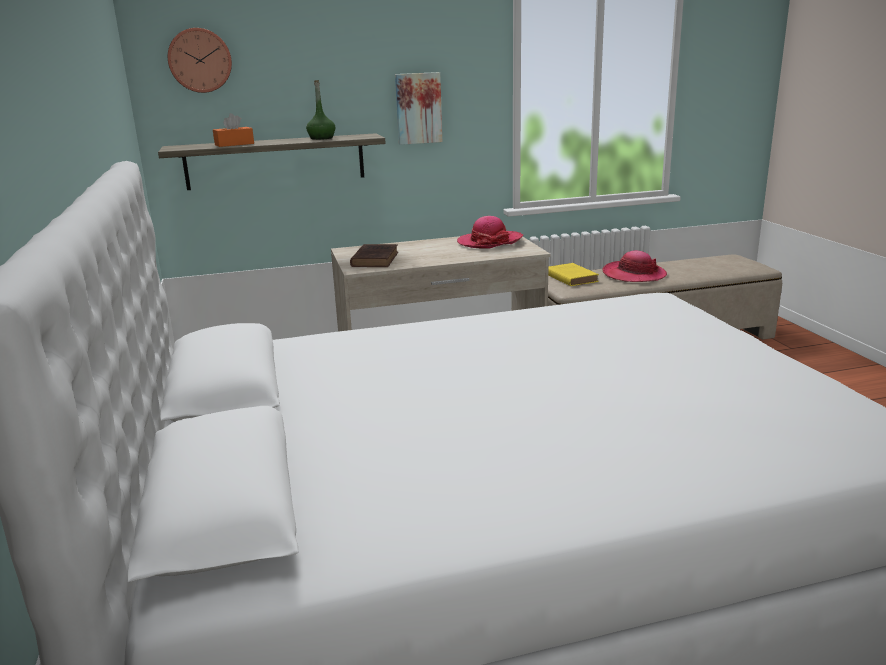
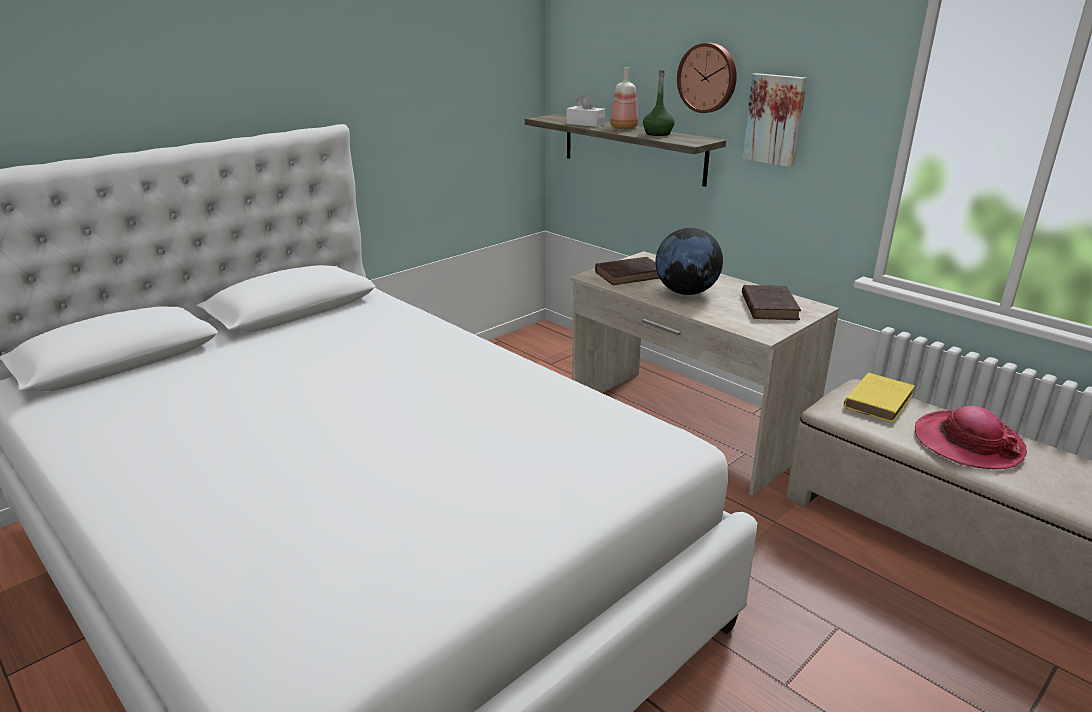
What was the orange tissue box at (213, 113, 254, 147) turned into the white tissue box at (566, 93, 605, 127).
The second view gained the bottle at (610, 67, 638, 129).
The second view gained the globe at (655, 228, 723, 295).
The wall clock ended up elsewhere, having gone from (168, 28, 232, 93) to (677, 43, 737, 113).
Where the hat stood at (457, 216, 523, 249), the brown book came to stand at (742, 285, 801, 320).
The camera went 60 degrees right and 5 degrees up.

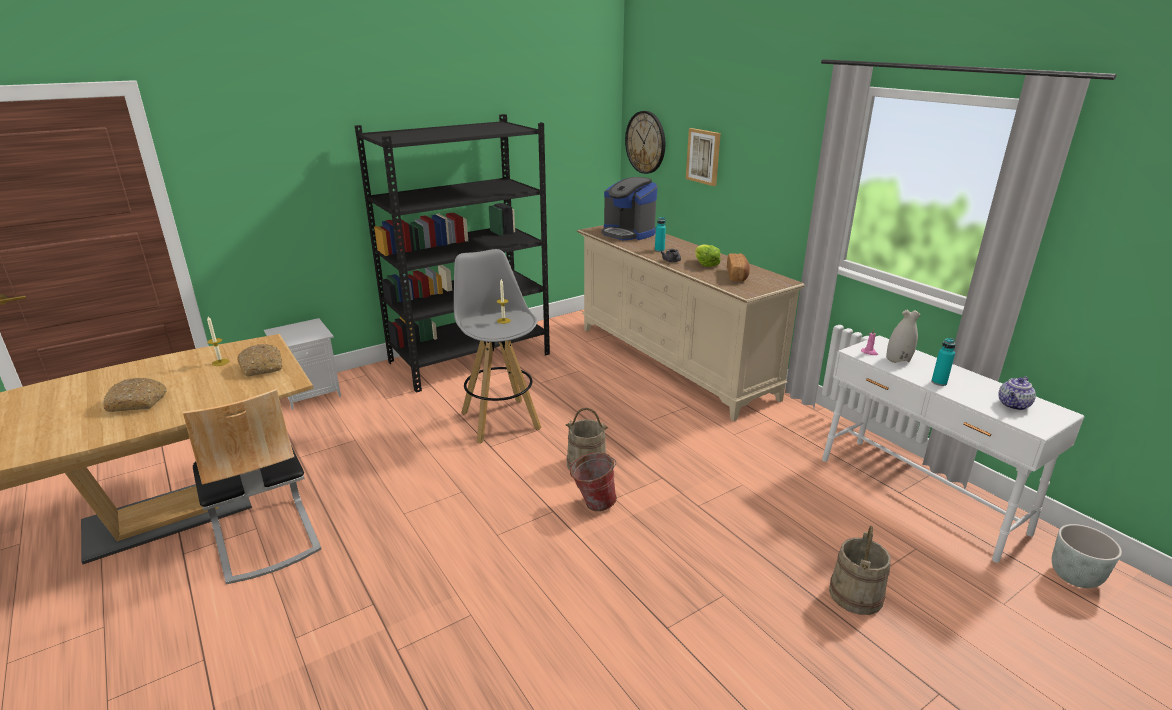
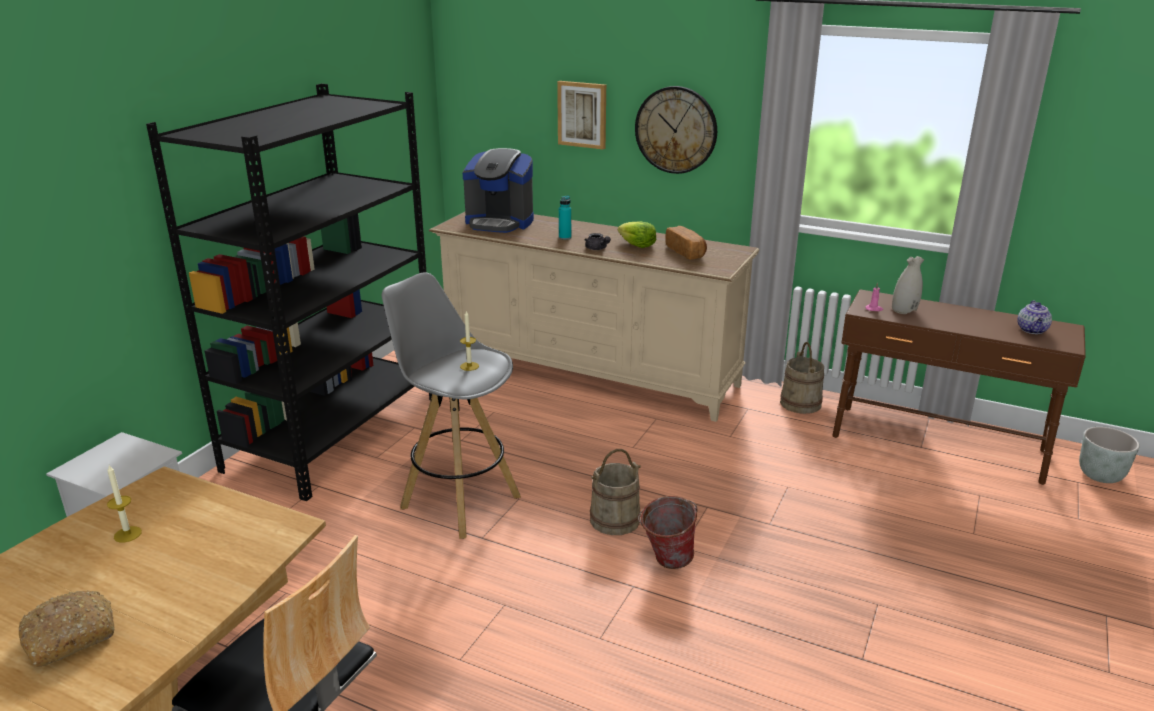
The wall clock ended up elsewhere, having gone from (625, 111, 665, 174) to (635, 86, 717, 174).
The beige bucket ended up elsewhere, having gone from (829, 526, 891, 615) to (780, 342, 824, 414).
What was the white console table at (822, 335, 1084, 563) turned into the brown console table at (832, 289, 1086, 485).
The second view lost the bread at (237, 344, 282, 377).
The second view lost the turquoise bottle at (931, 338, 955, 386).
The camera went 30 degrees left and 0 degrees up.

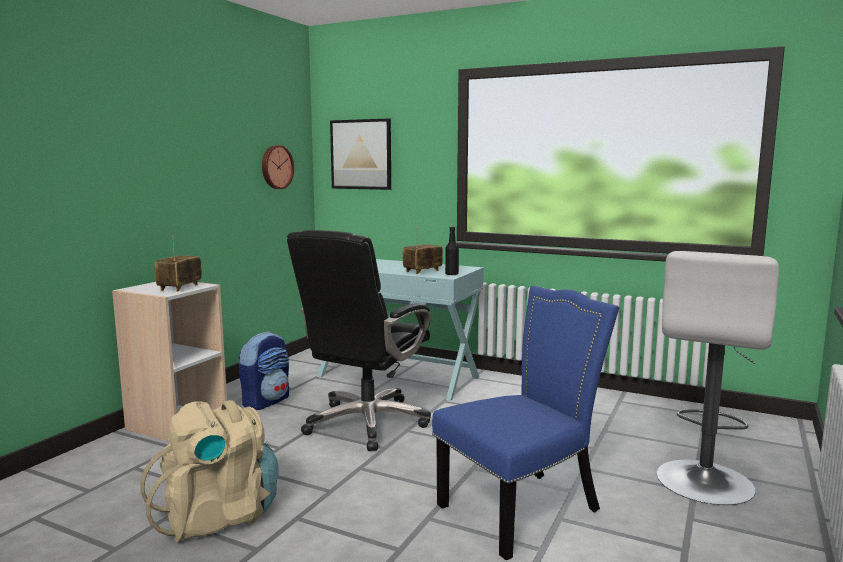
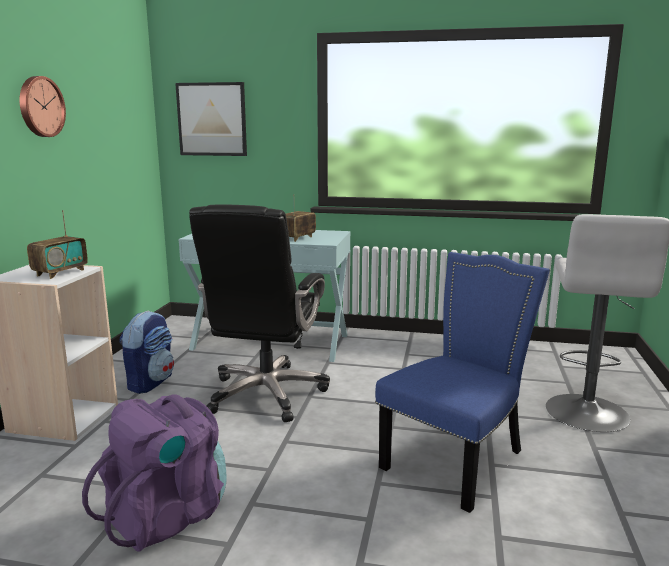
The wall clock ended up elsewhere, having gone from (262, 145, 294, 189) to (19, 76, 66, 137).
The radio at (155, 235, 202, 292) ended up facing another way, 150 degrees counterclockwise from before.
What was the beige backpack at (140, 400, 278, 542) turned into the purple backpack at (82, 394, 227, 551).
The second view lost the black bottle at (445, 227, 459, 275).
The camera went 15 degrees left and 5 degrees up.

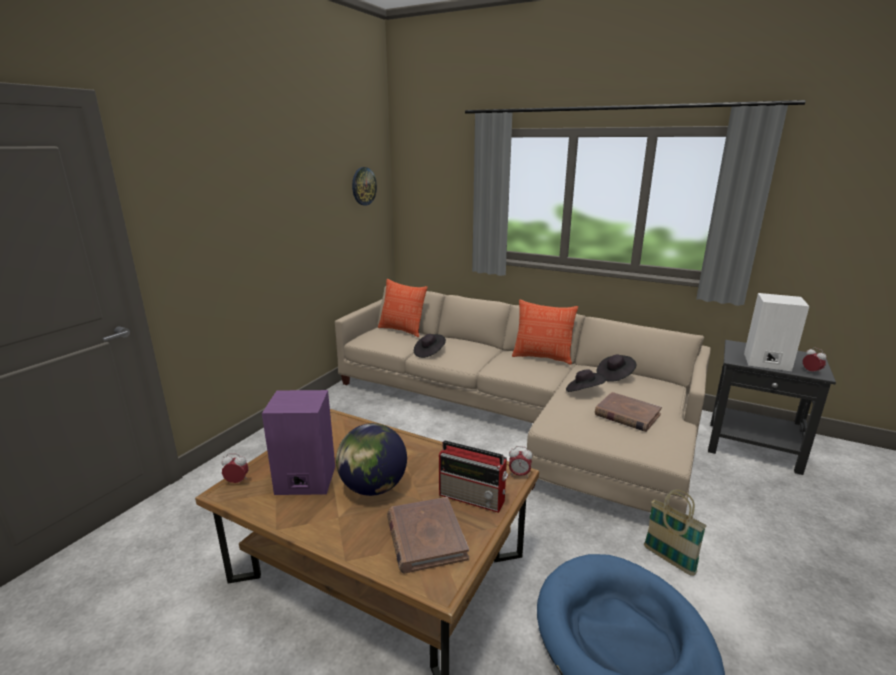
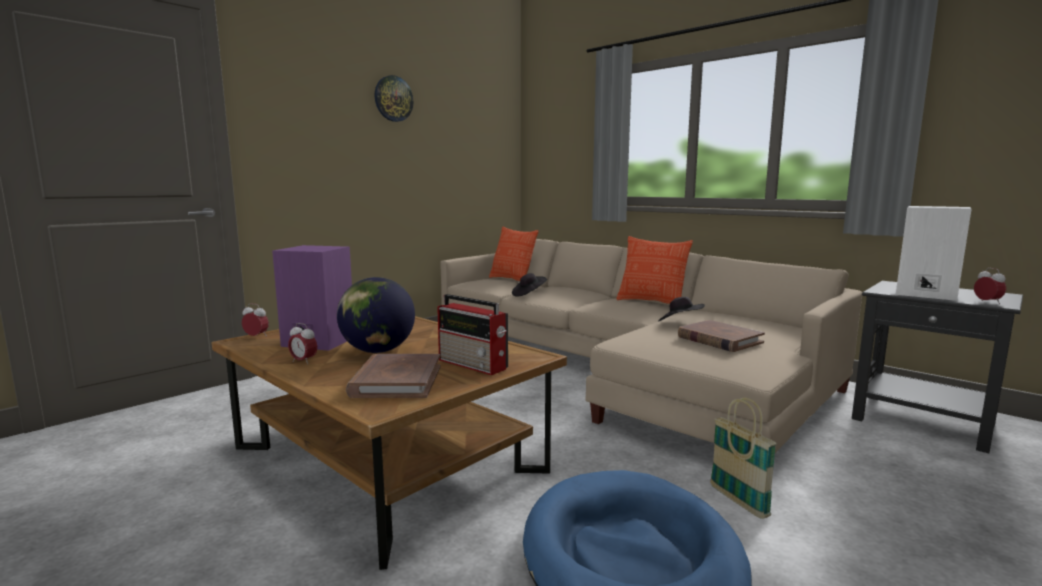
The alarm clock ended up elsewhere, having gone from (509, 446, 533, 478) to (288, 323, 317, 364).
The wall clock ended up elsewhere, having gone from (352, 167, 377, 206) to (375, 75, 413, 122).
The second view lost the black hat at (596, 355, 636, 382).
The camera went 15 degrees right and 10 degrees down.

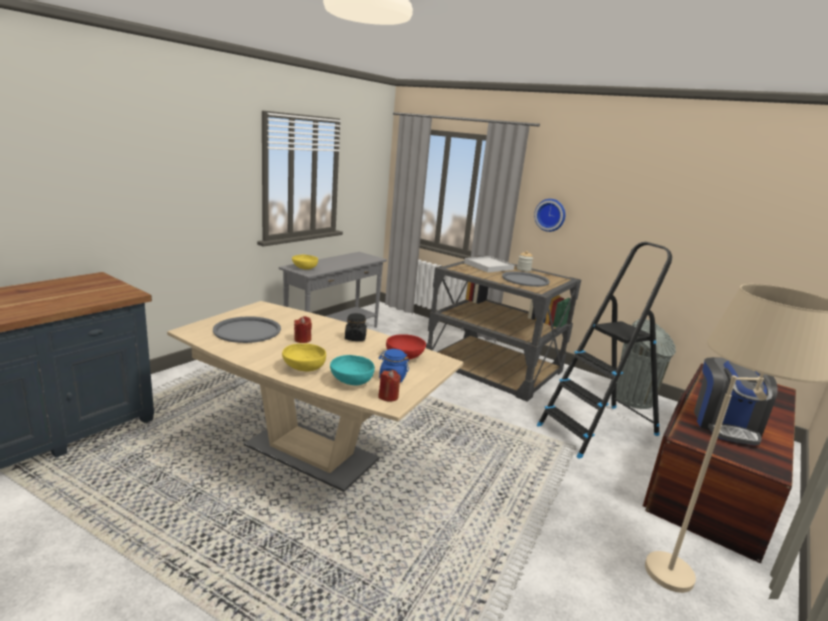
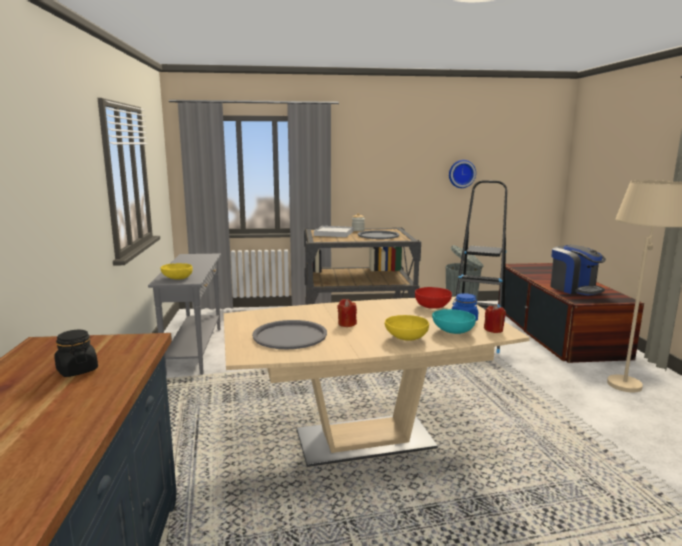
The black jar ended up elsewhere, having gone from (345, 313, 367, 341) to (54, 330, 98, 377).
The wall clock ended up elsewhere, having gone from (534, 199, 565, 232) to (449, 160, 476, 188).
The camera went 40 degrees left and 5 degrees down.

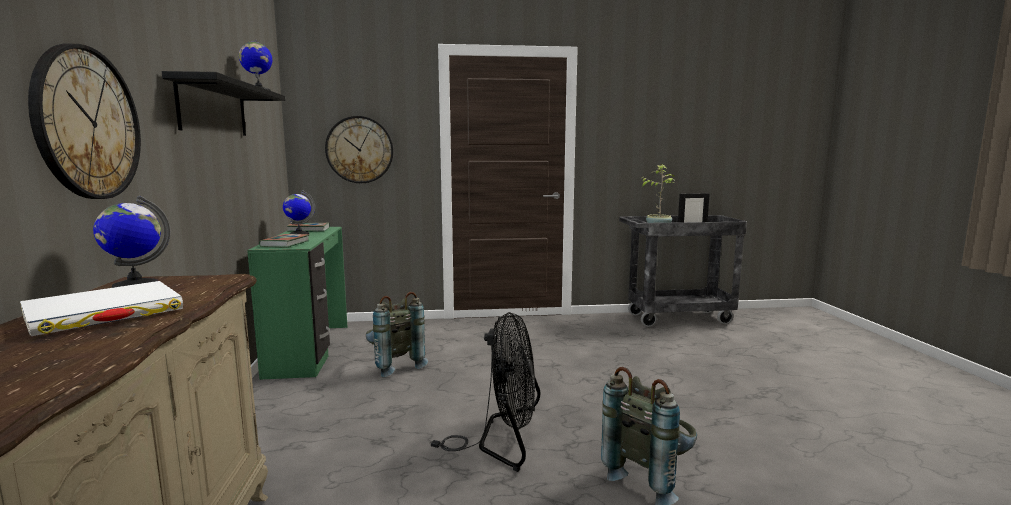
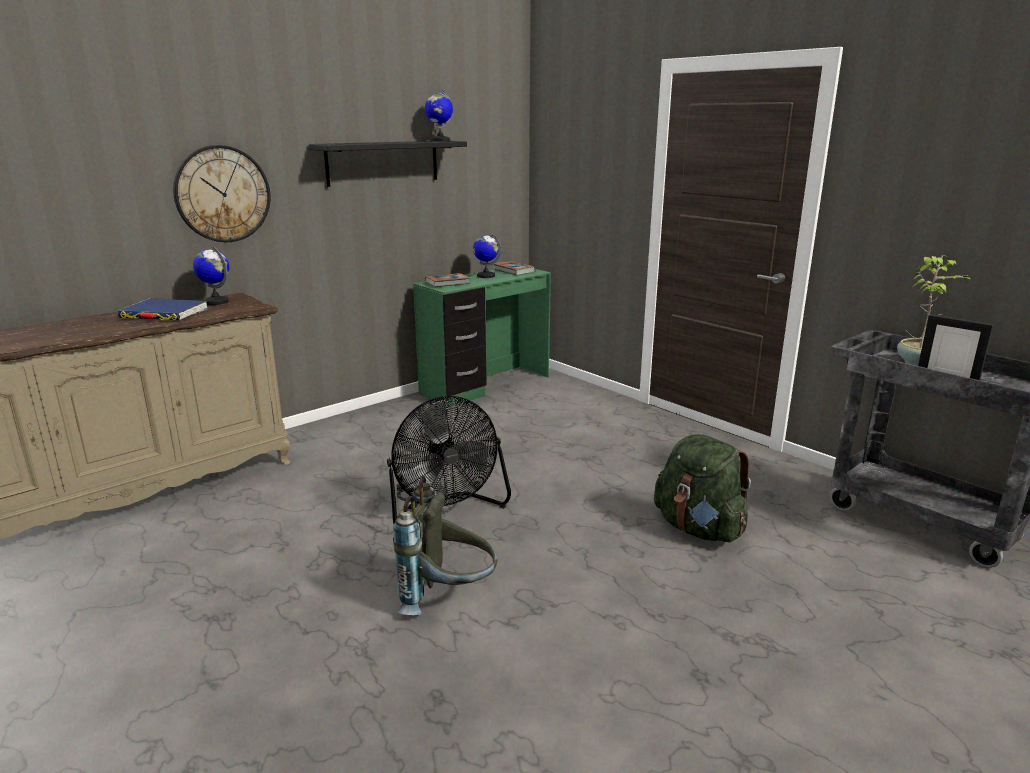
What was the white book at (20, 281, 183, 336) turned into the blue book at (118, 298, 207, 321).
The second view gained the green backpack at (654, 434, 751, 542).
The second view lost the wall clock at (325, 116, 393, 183).
The second view lost the grey backpack at (366, 292, 428, 377).
The camera went 55 degrees right and 10 degrees up.

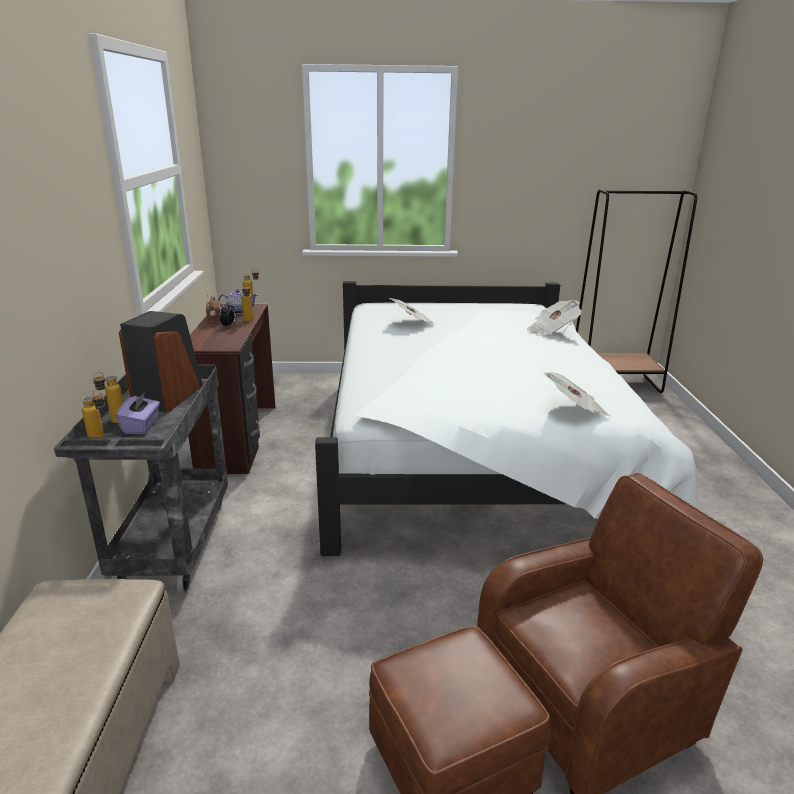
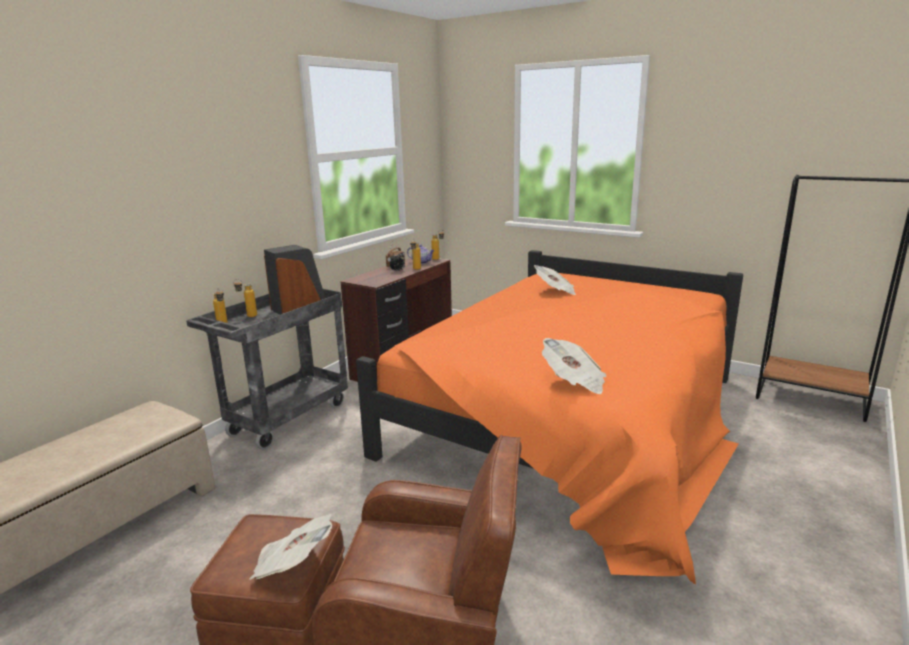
The newspaper ended up elsewhere, having gone from (527, 300, 581, 335) to (249, 514, 332, 580).
What was the white bed at (315, 281, 698, 556) turned into the orange bed at (356, 250, 743, 585).
The second view lost the purple tissue box at (116, 392, 160, 434).
The camera went 35 degrees right and 5 degrees down.

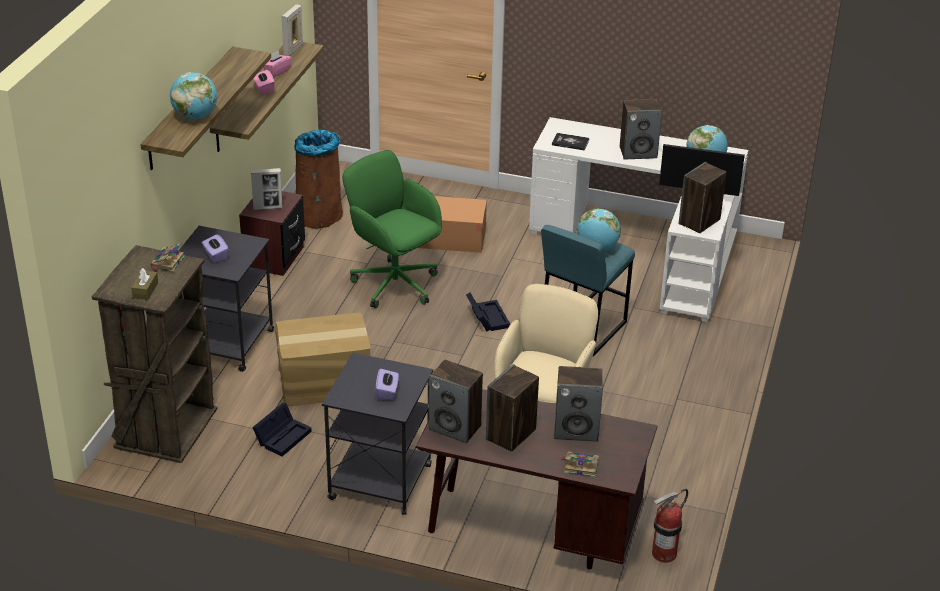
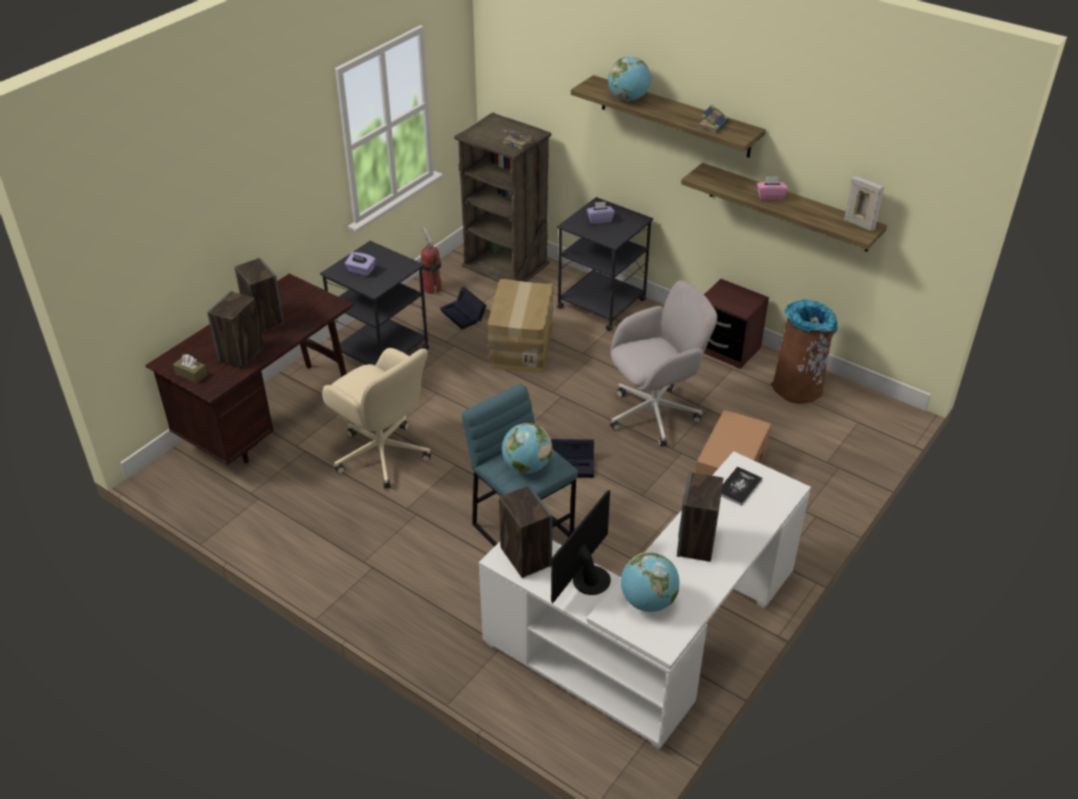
The brown tissue box ended up elsewhere, having gone from (131, 268, 158, 300) to (173, 354, 207, 383).
The fire extinguisher ended up elsewhere, having gone from (652, 488, 688, 563) to (420, 227, 442, 295).
What was the green office chair at (342, 150, 442, 308) turned into the grey office chair at (610, 280, 717, 446).
The book ended up elsewhere, having gone from (560, 451, 599, 477) to (697, 105, 729, 133).
The second view lost the picture frame at (251, 168, 283, 210).
The second view lost the pink tissue box at (263, 50, 291, 77).
The second view lost the speaker at (429, 360, 483, 443).
The camera went 110 degrees right and 5 degrees up.

